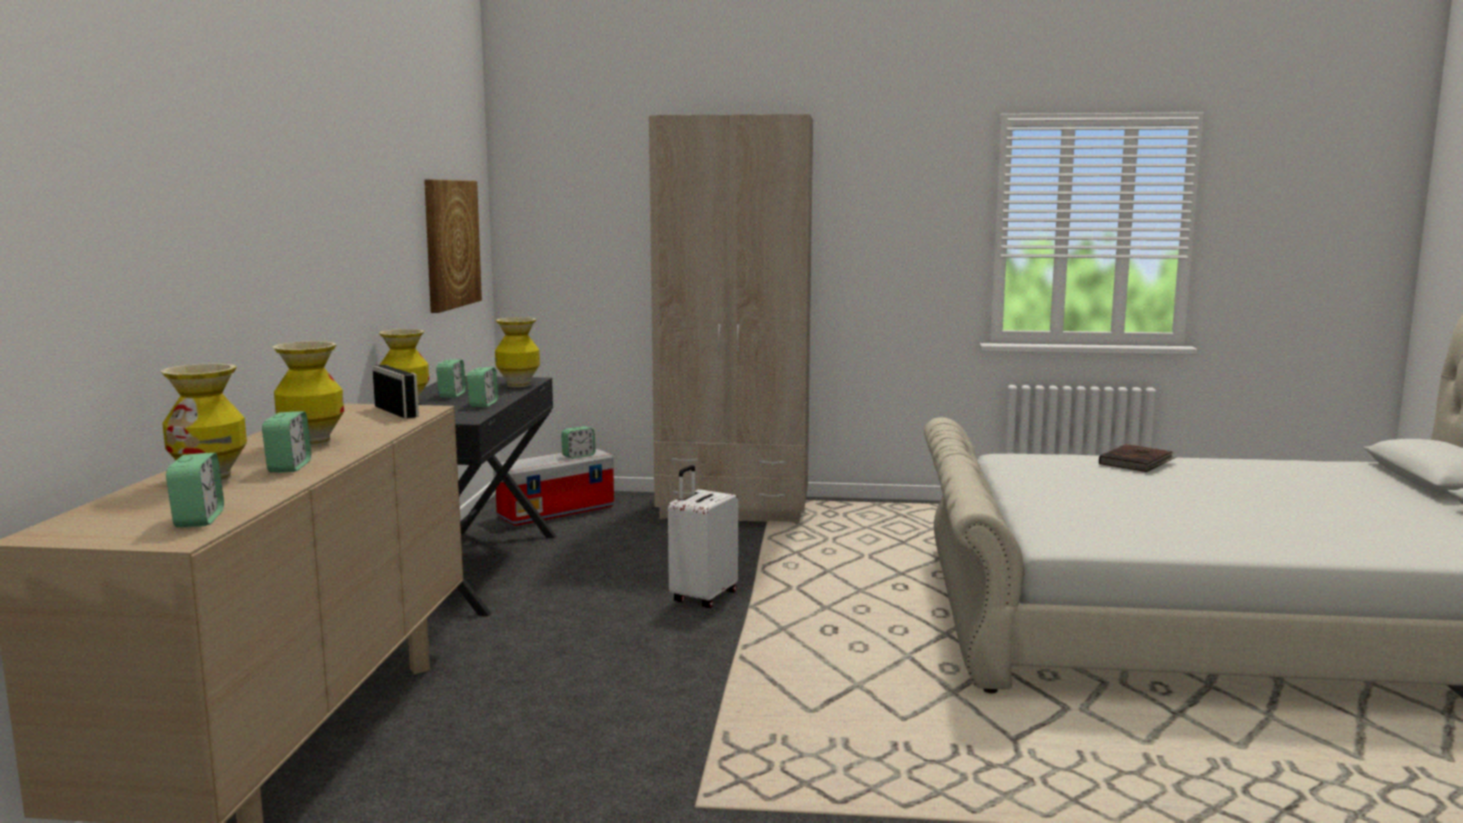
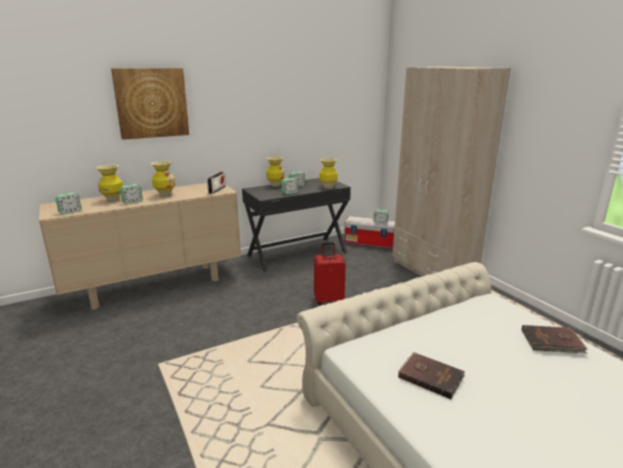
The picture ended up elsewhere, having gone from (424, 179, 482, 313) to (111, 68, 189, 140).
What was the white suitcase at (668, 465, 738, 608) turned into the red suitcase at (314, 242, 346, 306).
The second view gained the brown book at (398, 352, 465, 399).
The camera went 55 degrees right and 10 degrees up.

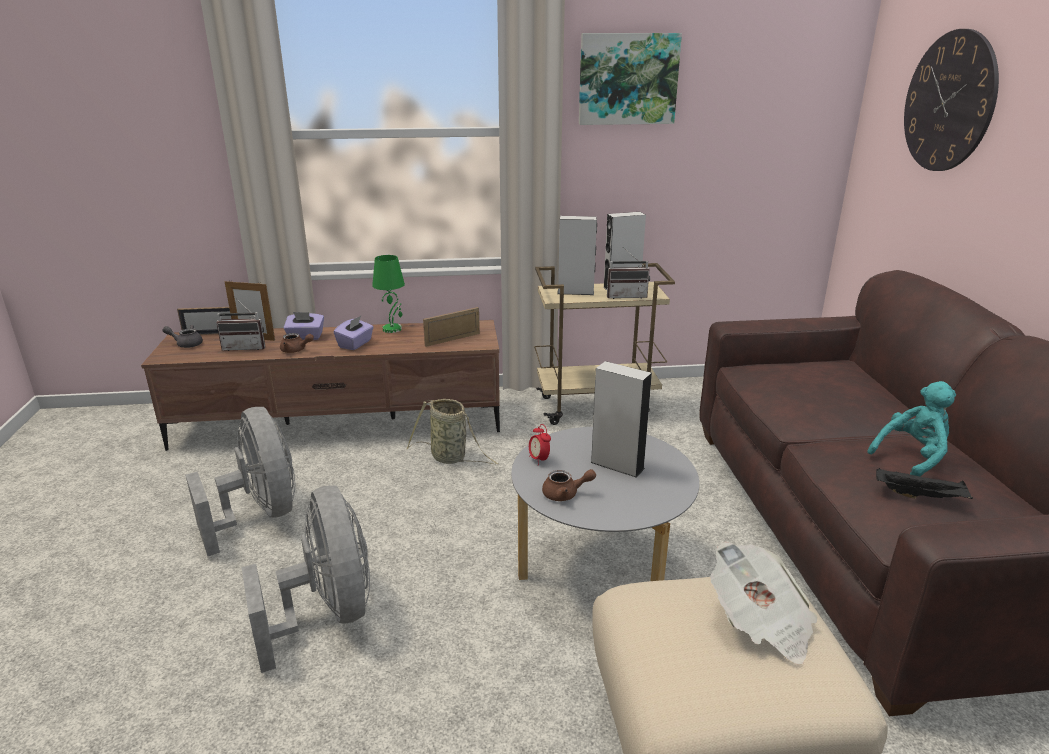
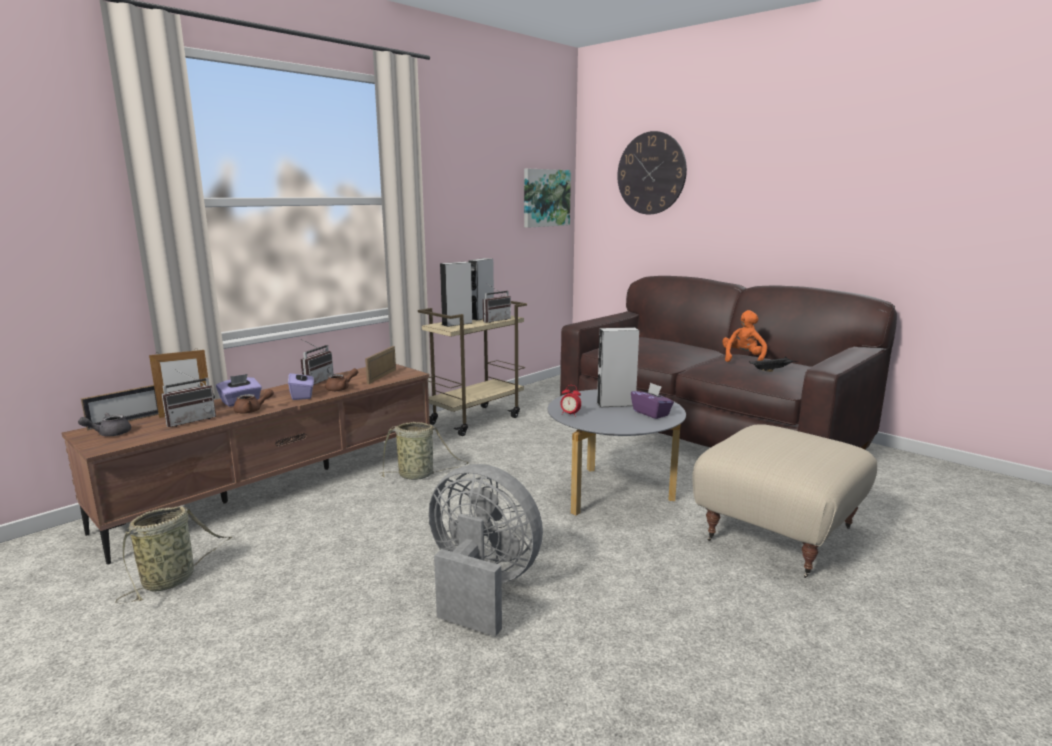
The second view gained the basket at (115, 506, 232, 604).
Where the green table lamp stood at (372, 255, 405, 333), the radio came to stand at (300, 339, 334, 385).
The brown teapot ended up elsewhere, having gone from (542, 469, 596, 501) to (325, 368, 358, 391).
The picture ended up elsewhere, having gone from (579, 33, 682, 125) to (524, 169, 571, 228).
The second view gained the purple tissue box at (631, 382, 674, 419).
What was the turquoise plush toy at (867, 381, 956, 477) turned into the orange plush toy at (722, 310, 767, 362).
The second view lost the grey fan at (185, 407, 295, 556).
The second view lost the newspaper at (710, 542, 818, 664).
The camera went 40 degrees left and 10 degrees down.

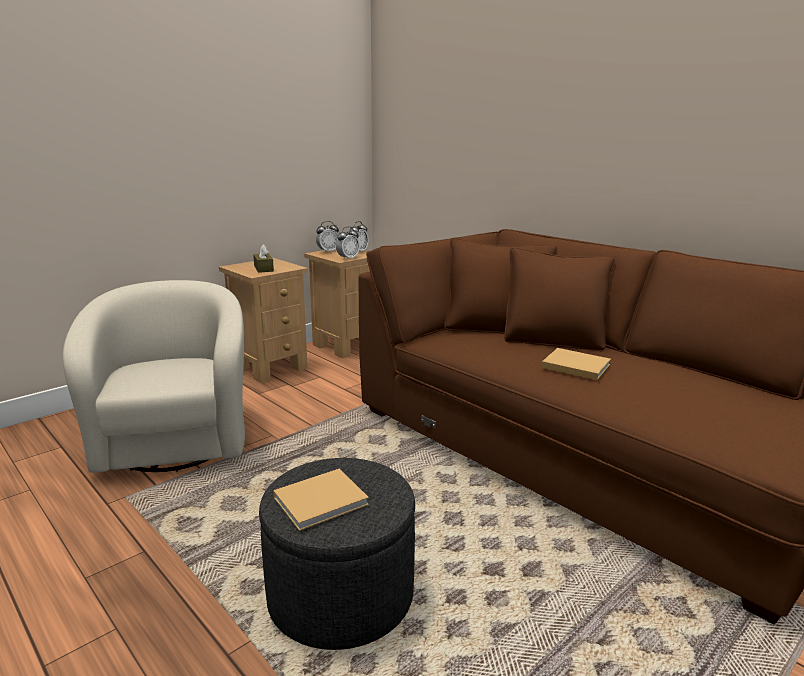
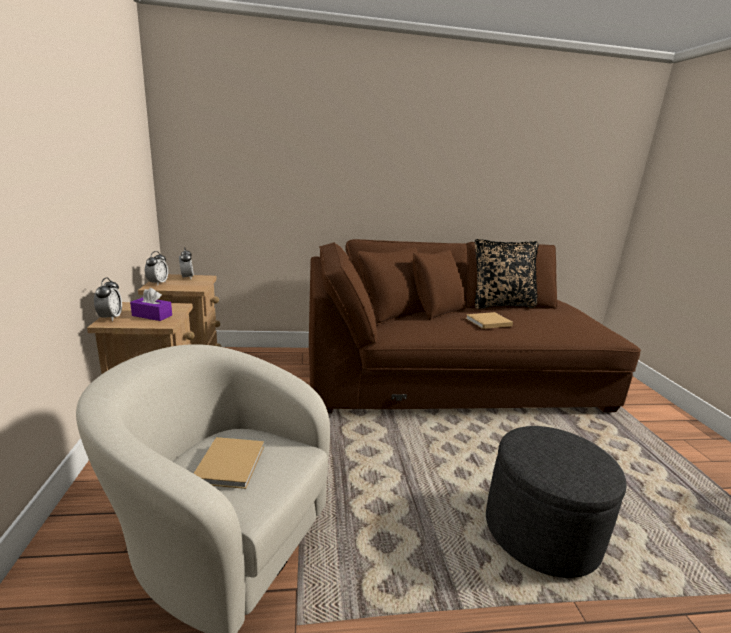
The alarm clock ended up elsewhere, having gone from (336, 227, 360, 260) to (94, 277, 122, 321).
What was the brown tissue box at (253, 244, 274, 273) turned into the purple tissue box at (130, 288, 172, 321).
The beige book ended up elsewhere, having gone from (273, 468, 369, 531) to (193, 437, 264, 489).
The second view gained the black pillow at (474, 239, 539, 309).
The camera went 55 degrees left and 0 degrees up.

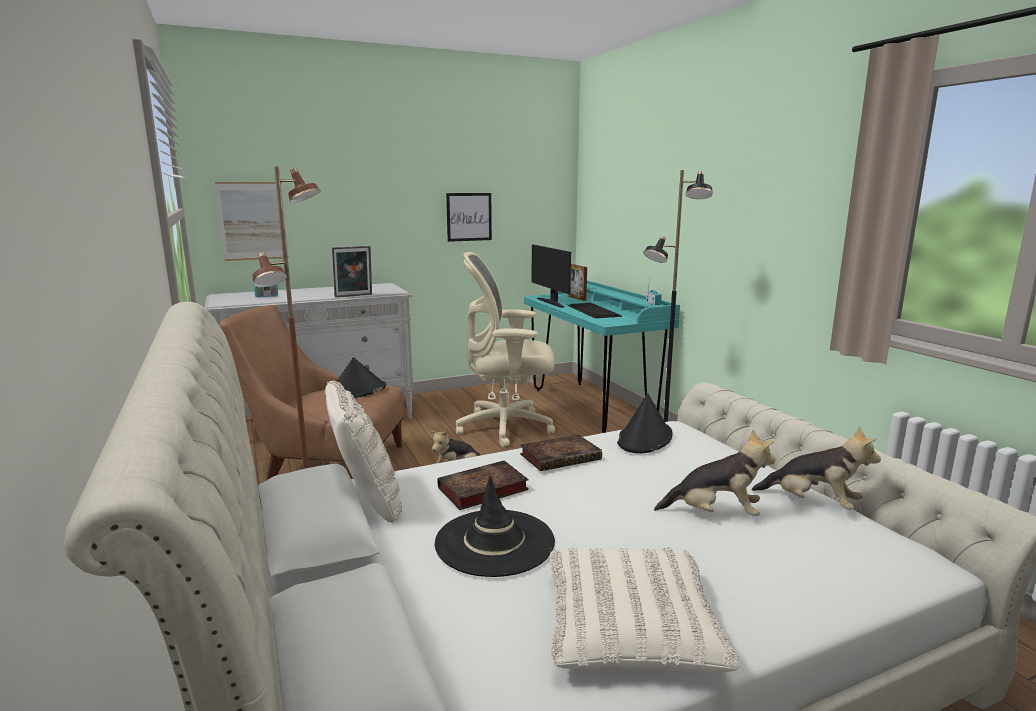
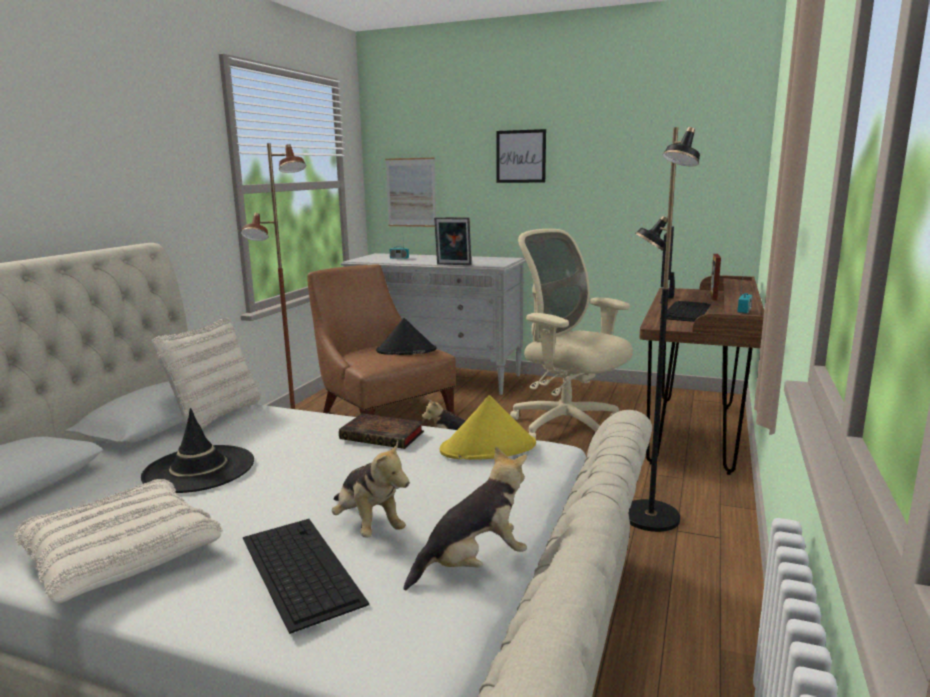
The second view gained the keyboard at (243, 519, 369, 634).
The plush toy at (752, 426, 881, 510) ended up facing another way, 105 degrees counterclockwise from before.
What was the black hat at (617, 393, 672, 453) turned into the yellow hat at (440, 395, 536, 460).
The picture ended up elsewhere, having gone from (446, 193, 492, 242) to (496, 129, 546, 183).
What was the turquoise desk at (524, 280, 680, 433) turned into the brown desk at (639, 275, 764, 475).
The second view lost the book at (437, 460, 529, 510).
The camera went 45 degrees right and 0 degrees up.

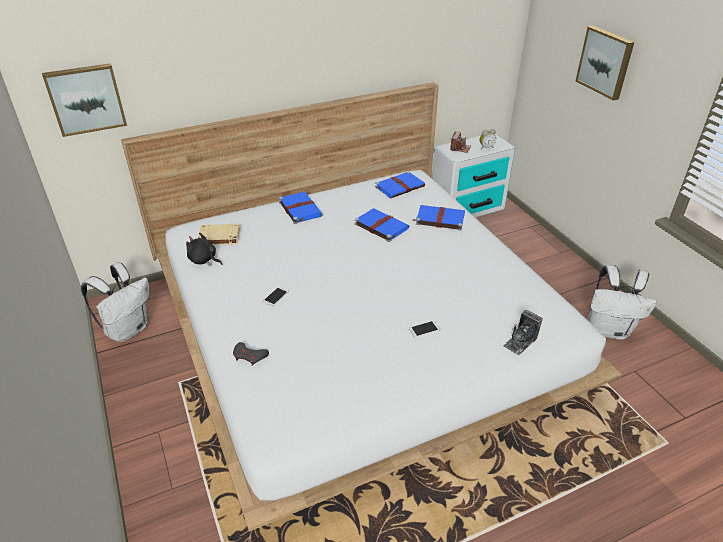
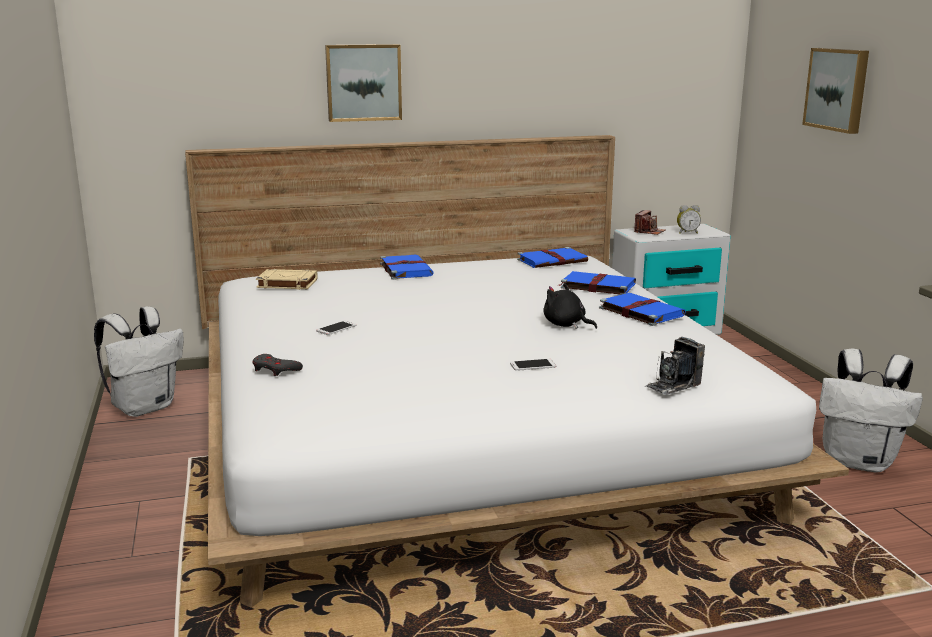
The picture ended up elsewhere, having gone from (42, 63, 127, 137) to (325, 44, 402, 122).
The black plush toy ended up elsewhere, having gone from (186, 232, 223, 266) to (543, 283, 597, 329).
The blue book ended up elsewhere, having gone from (354, 208, 409, 242) to (599, 293, 686, 326).
The camera went 10 degrees right and 20 degrees down.

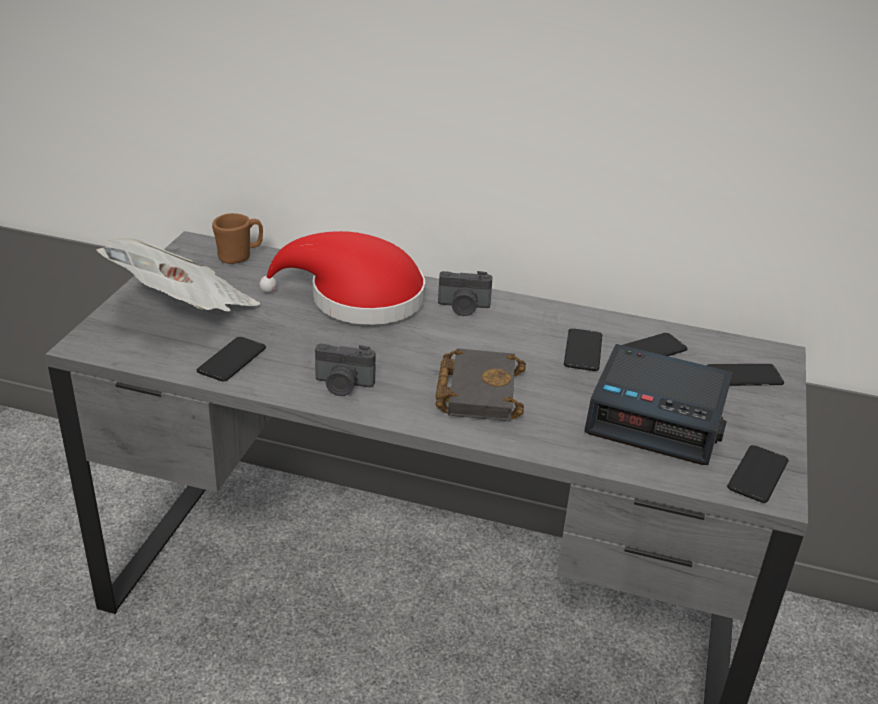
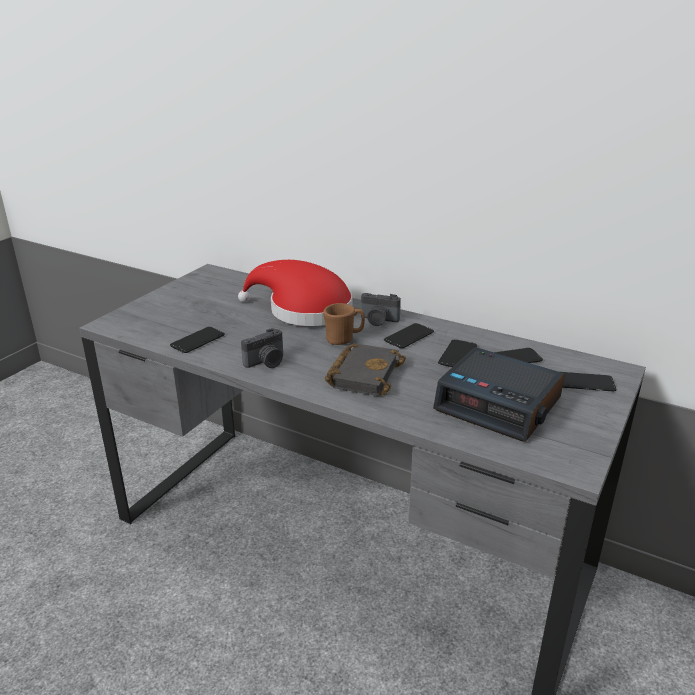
The photo camera at (315, 344, 376, 396) ended up facing another way, 60 degrees counterclockwise from before.
The brown mug ended up elsewhere, having gone from (212, 213, 263, 264) to (323, 303, 365, 345).
The phone ended up elsewhere, having gone from (727, 445, 789, 503) to (384, 323, 434, 348).
The second view lost the newspaper at (96, 238, 260, 311).
The camera went 15 degrees right and 5 degrees down.

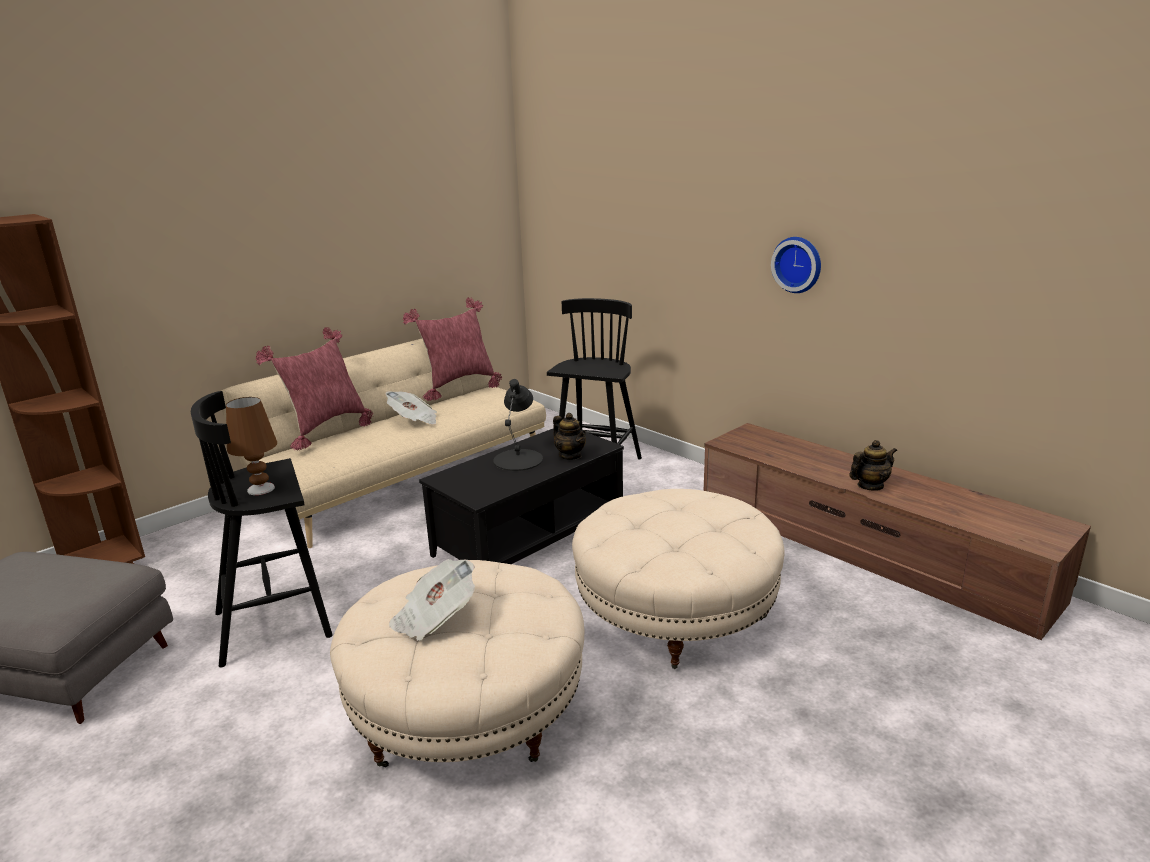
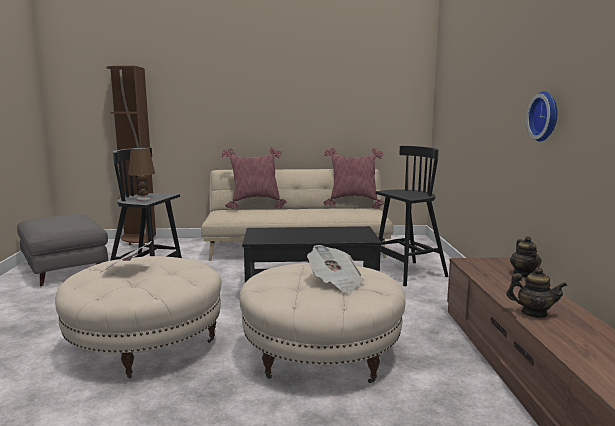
The newspaper ended up elsewhere, having gone from (385, 391, 437, 425) to (307, 245, 364, 293).
The teapot ended up elsewhere, having gone from (553, 413, 586, 460) to (510, 236, 541, 278).
The second view lost the black table lamp at (493, 379, 543, 471).
The camera went 40 degrees right and 10 degrees down.

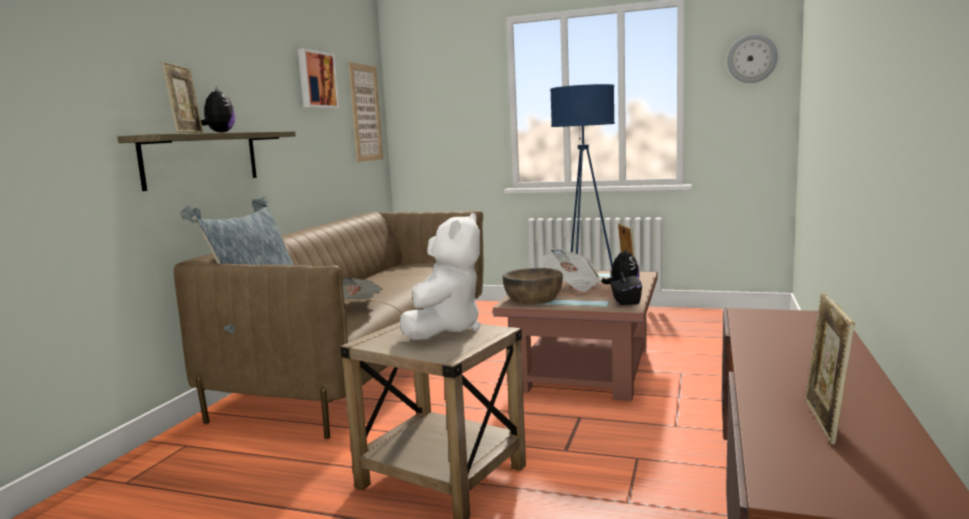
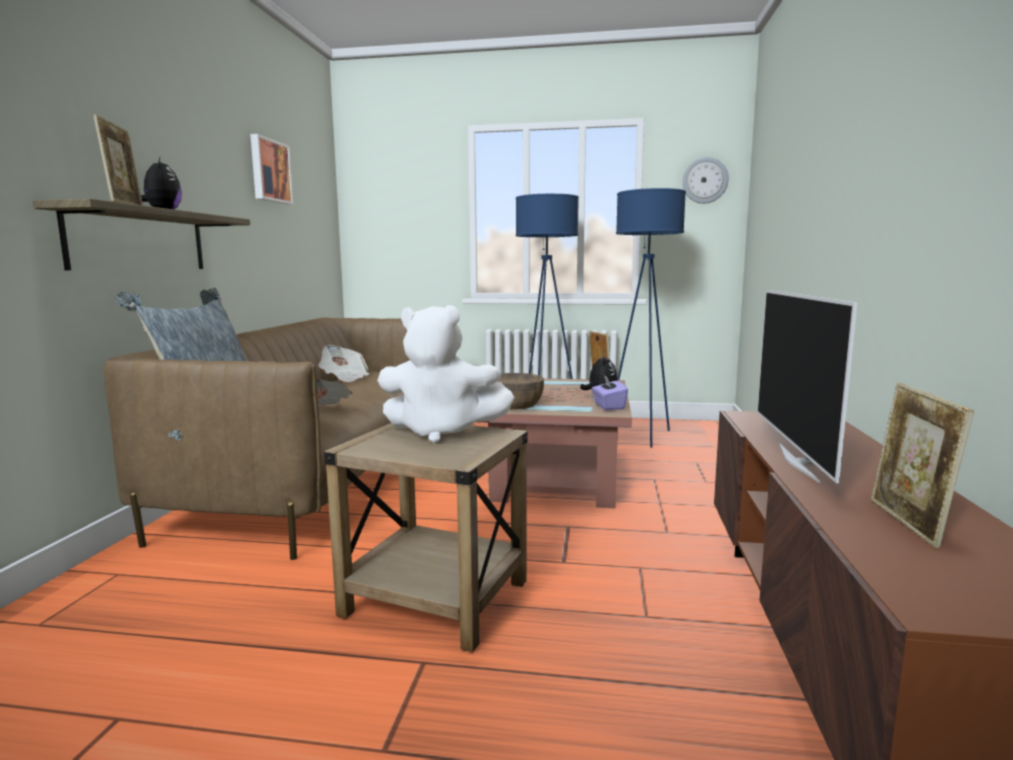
The newspaper ended up elsewhere, having gone from (542, 249, 602, 292) to (318, 345, 369, 382).
The white plush toy at (400, 213, 480, 340) ended up facing another way, 90 degrees clockwise from before.
What was the black tissue box at (610, 272, 642, 305) turned into the purple tissue box at (592, 374, 628, 410).
The second view gained the blue floor lamp at (616, 188, 686, 447).
The second view gained the television at (757, 290, 857, 483).
The second view lost the picture at (349, 62, 383, 162).
The camera went 10 degrees left and 0 degrees up.

